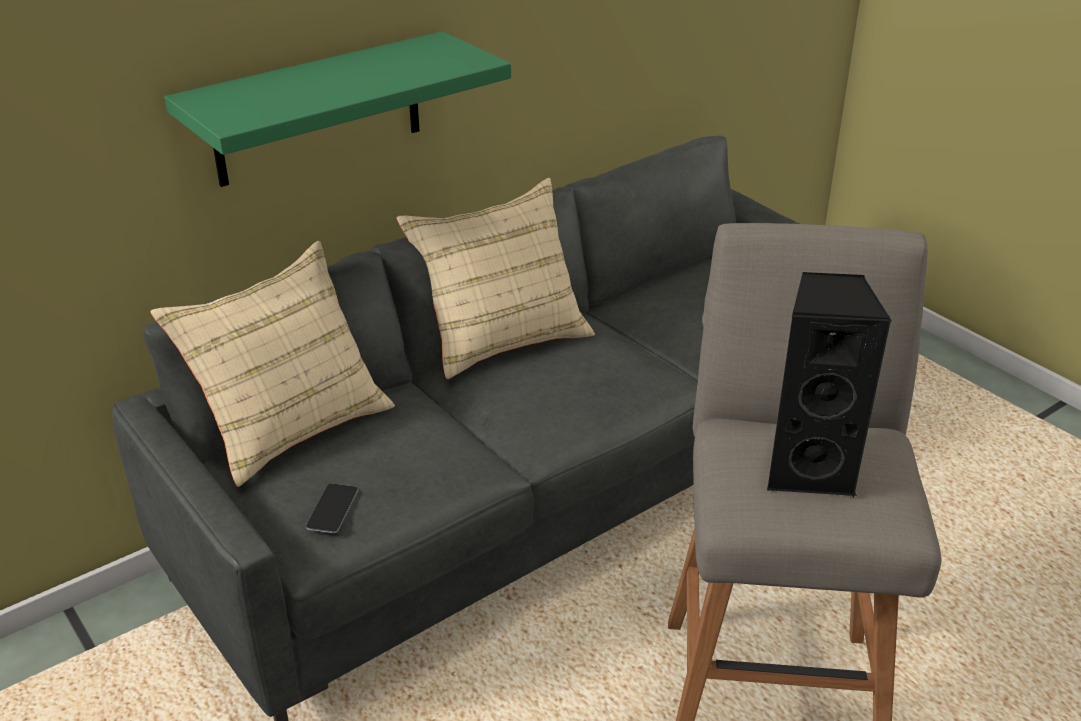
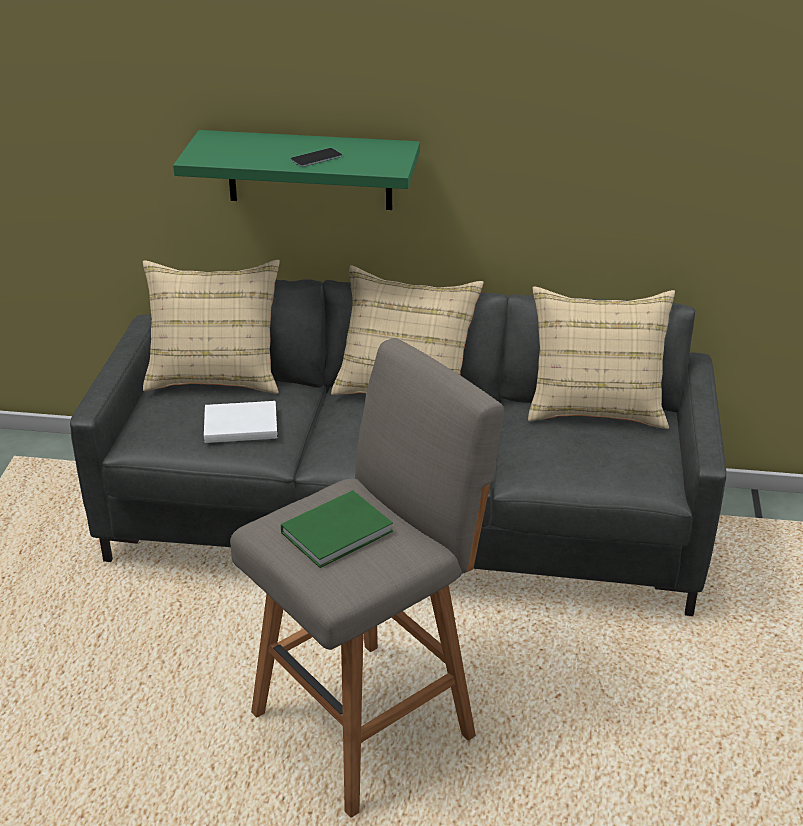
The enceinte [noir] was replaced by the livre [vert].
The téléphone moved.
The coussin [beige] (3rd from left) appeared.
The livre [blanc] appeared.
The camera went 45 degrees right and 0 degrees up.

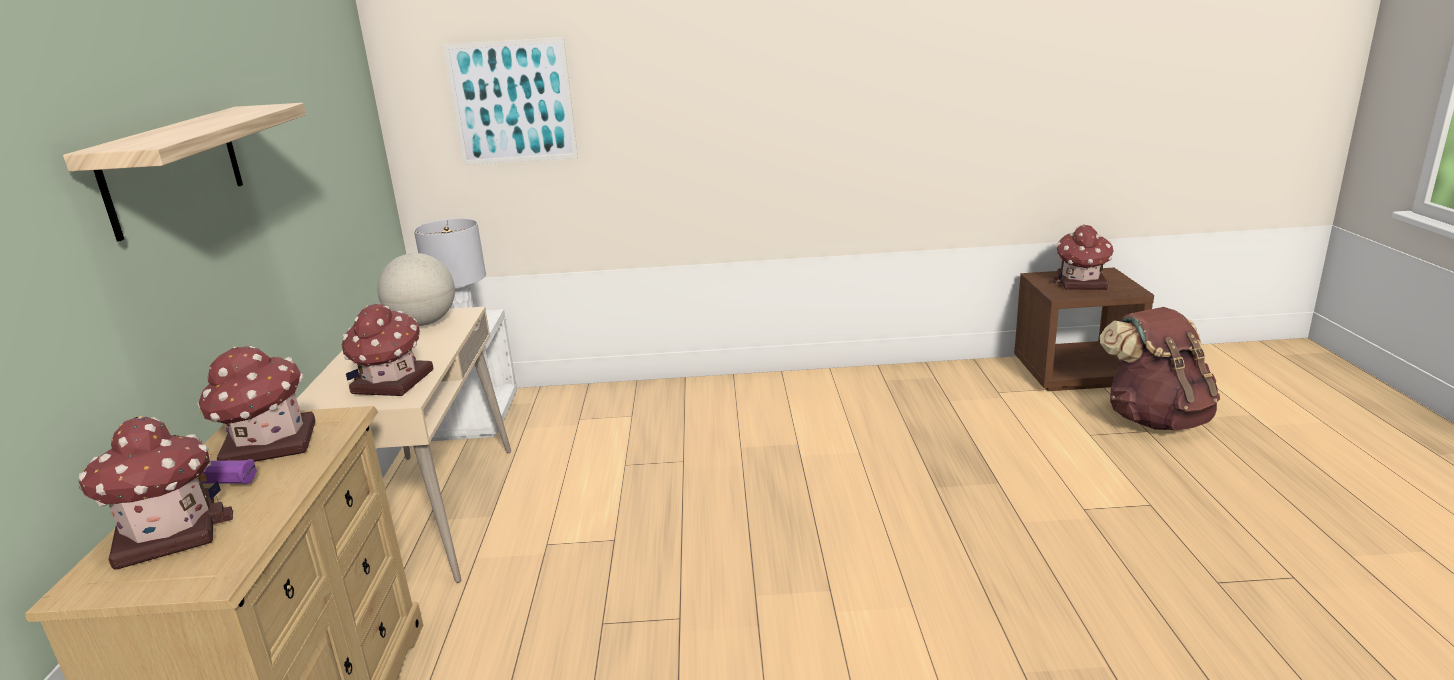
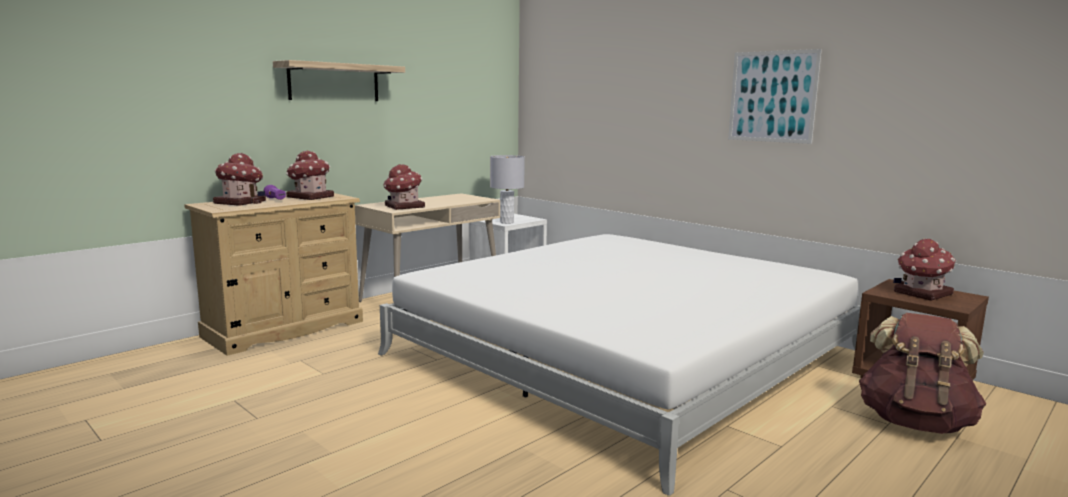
The tableau moved.
The globe disappeared.
The lit [blanc] appeared.
The camera went 45 degrees right and 10 degrees down.

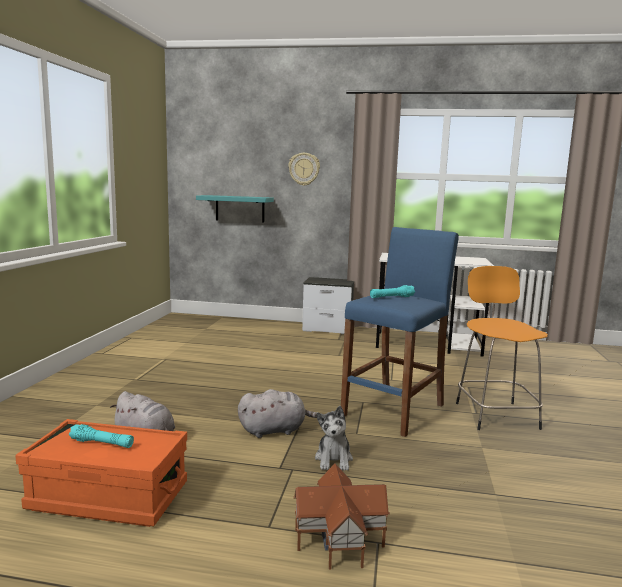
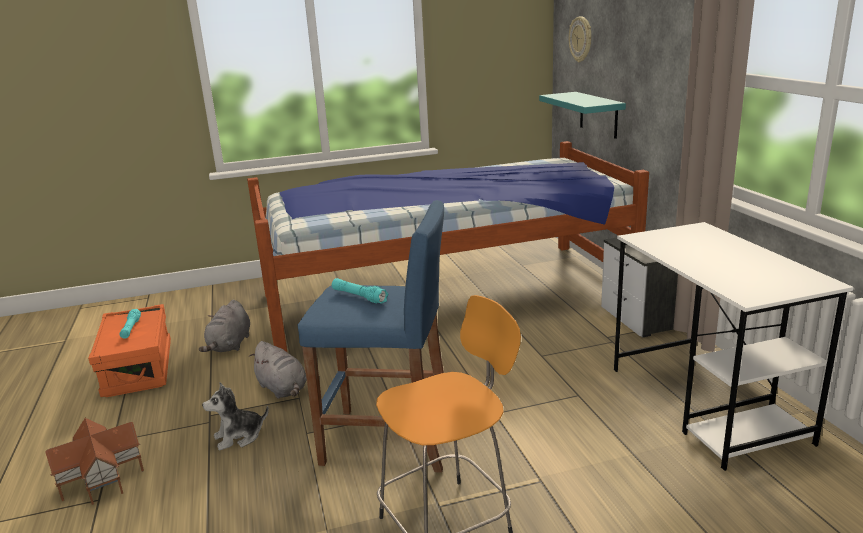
The horloge murale moved.
The lit appeared.
The camera went 65 degrees right and 10 degrees up.

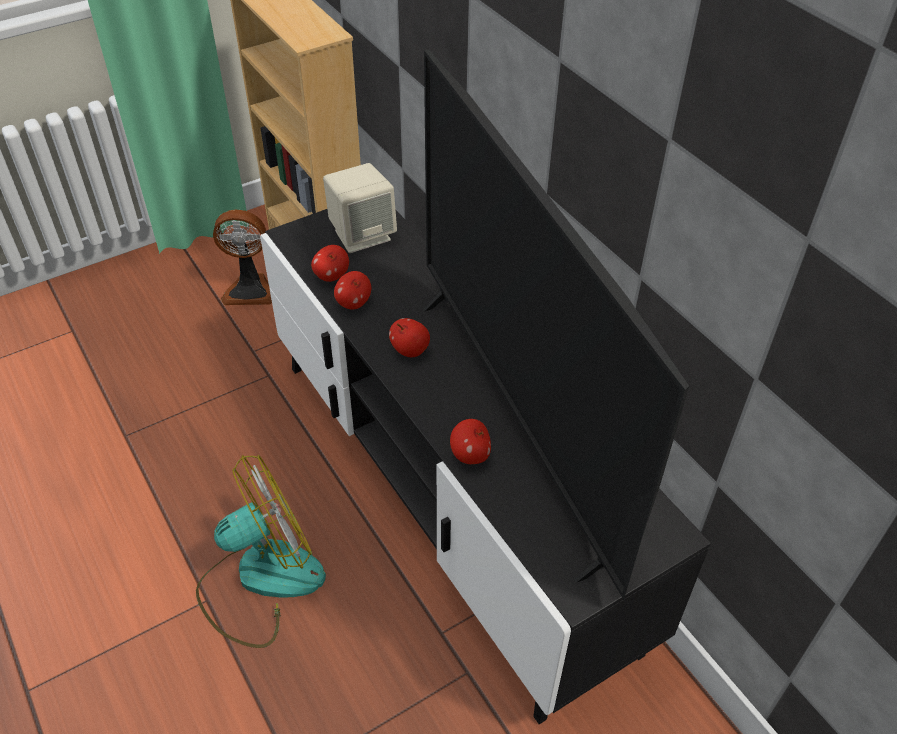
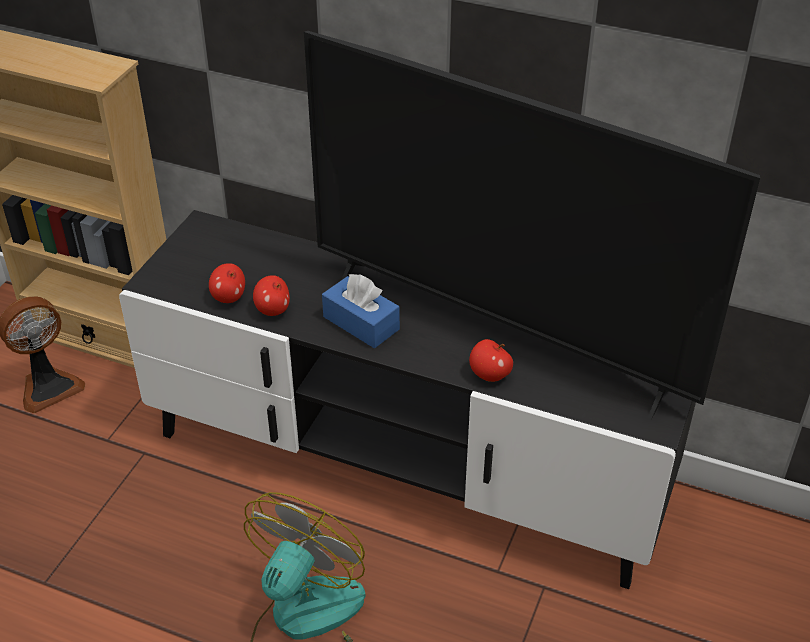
The enceinte [beige] disappeared.
The pomme (3rd from left) was replaced by the boîte à mouchoirs [bleu].
The camera went 35 degrees left and 5 degrees down.

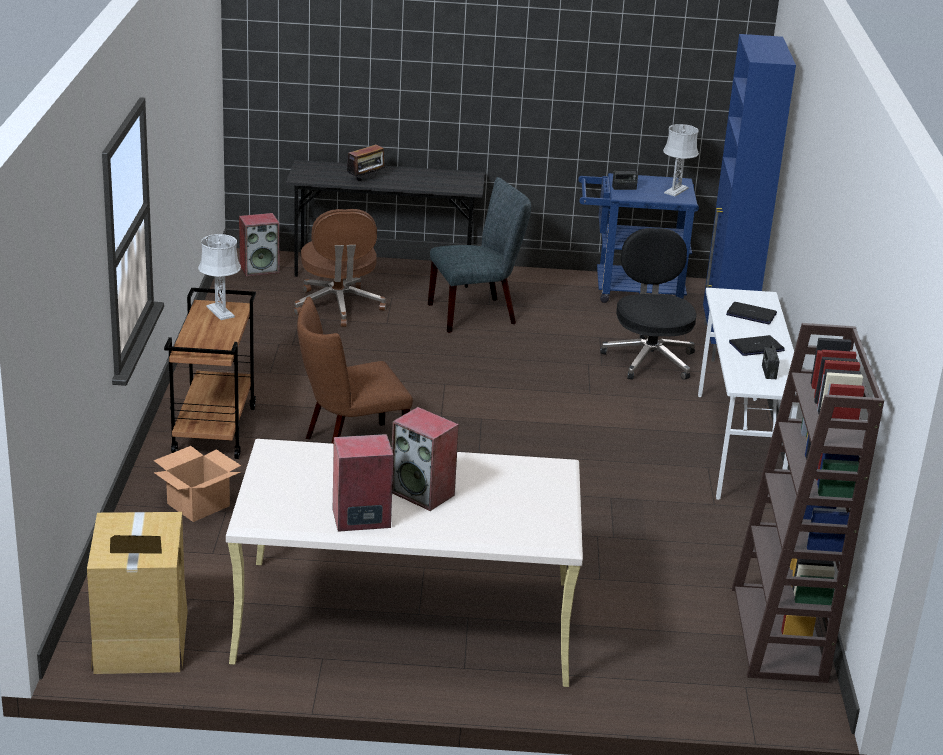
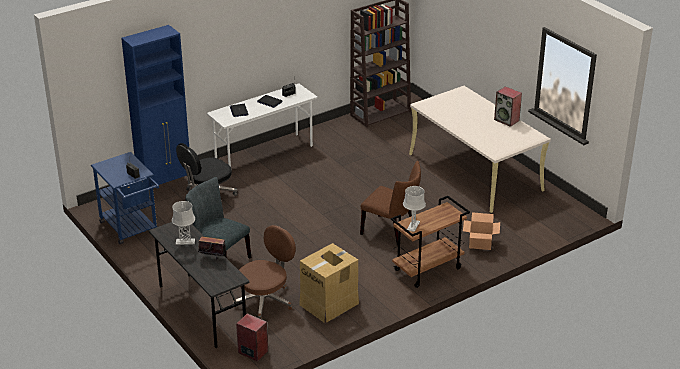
The lampe de table [gris] (2nd from left in the first image) moved.
The enceinte (3rd from left) disappeared.
The carton (1st from left) moved.
The camera went 125 degrees left and 5 degrees up.

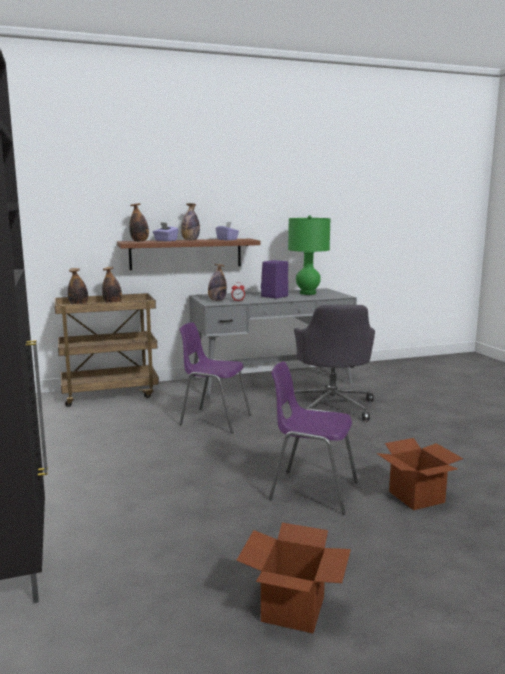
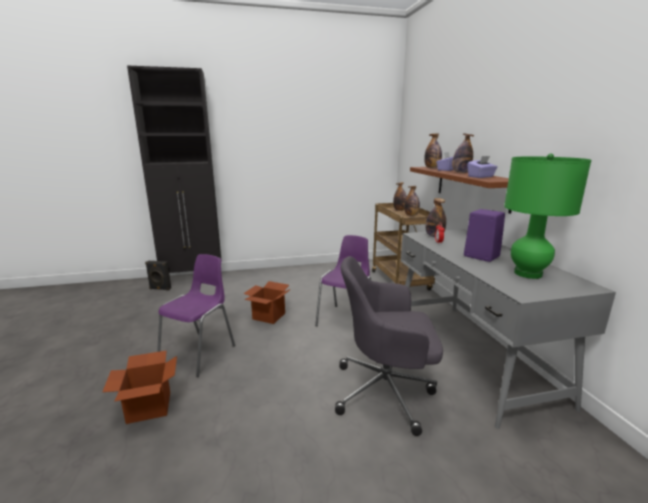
The carton (1st from left in the first image) moved.
The enceinte [noir] appeared.
The camera went 95 degrees right and 5 degrees up.

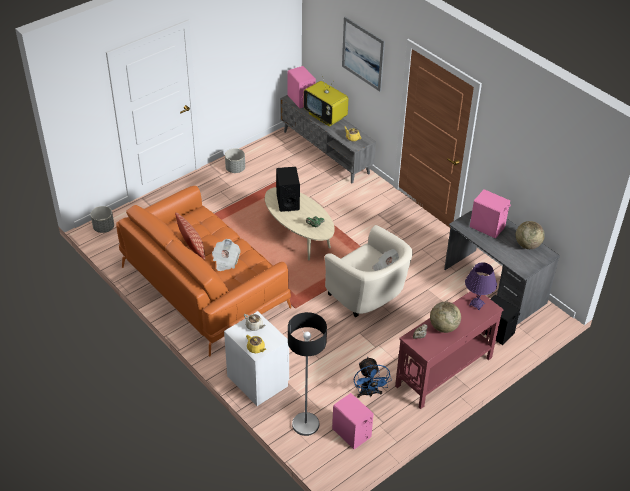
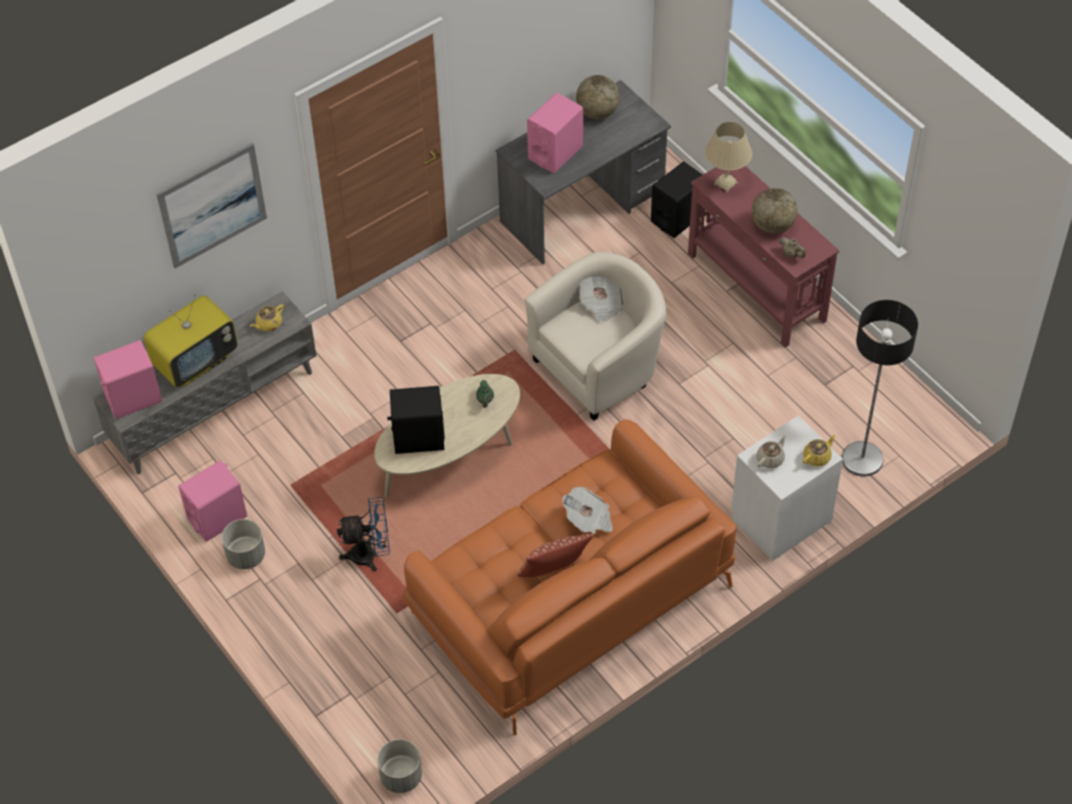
The lampe de table [violet] became the lampe de table [beige].
The ventilateur [bleu] moved.
The enceinte [rose] (2nd from left) moved.
The camera went 85 degrees left and 10 degrees up.

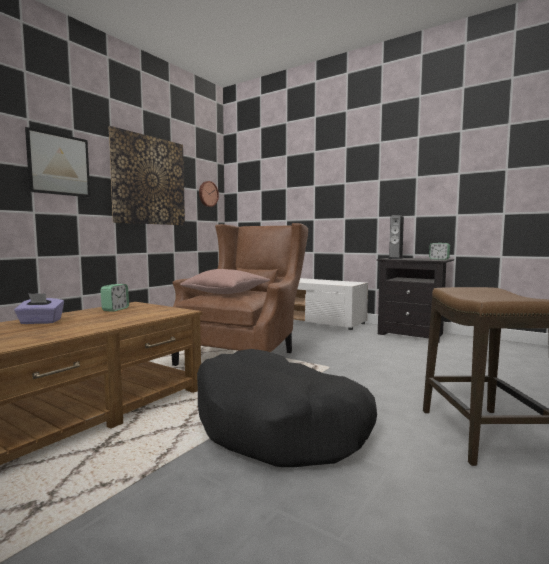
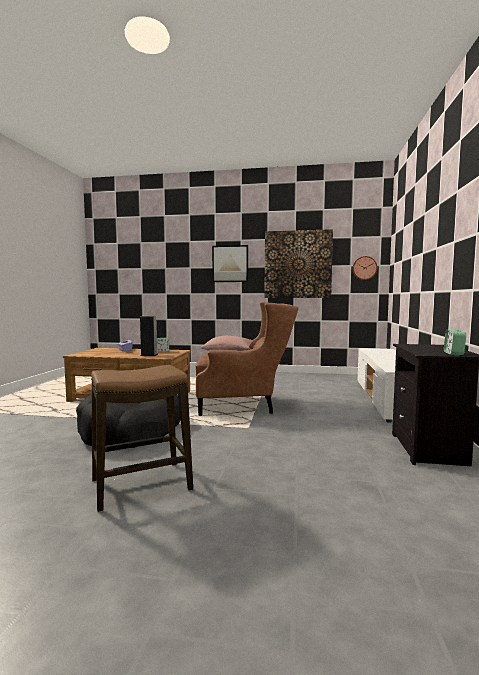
The enceinte moved.
The camera went 65 degrees right and 0 degrees up.

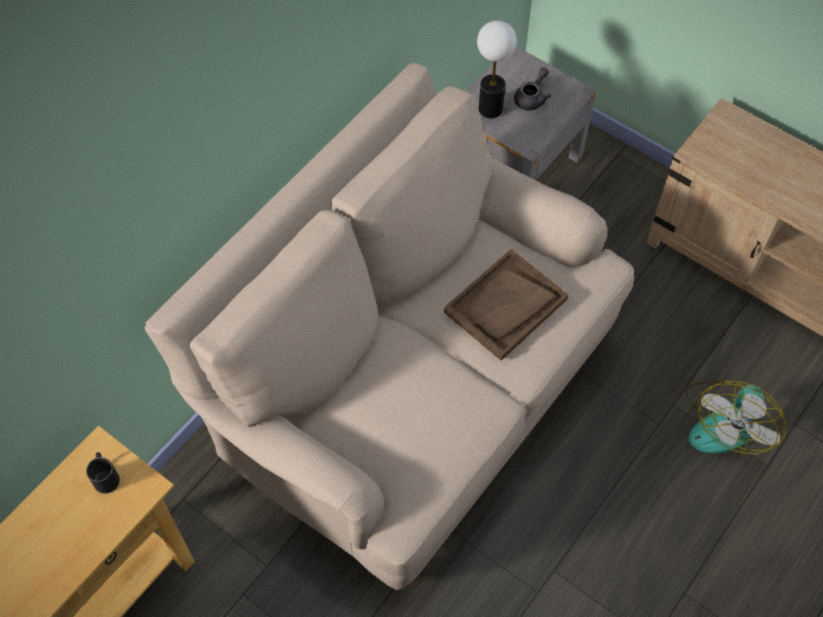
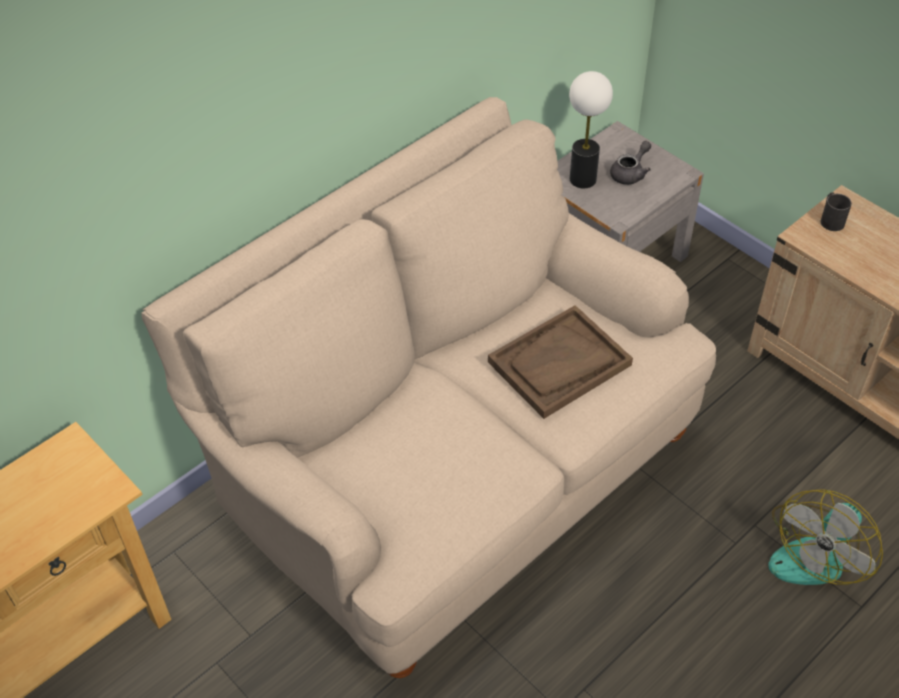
The mug [noir] moved.
The camera went 10 degrees right and 10 degrees down.

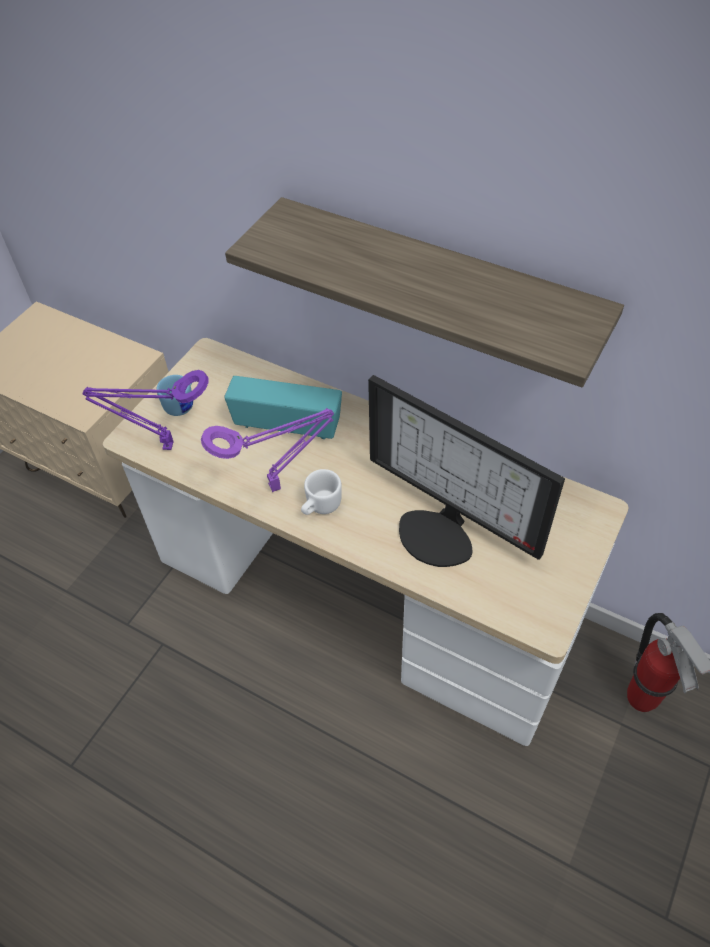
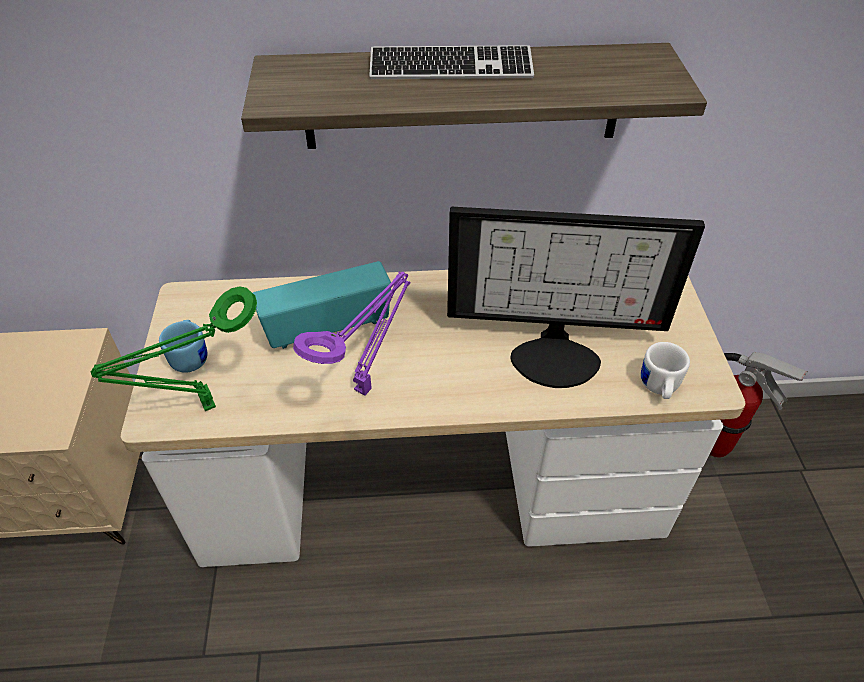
The lampe de table [violet] (1st from left) became the lampe de table [vert].
The mug [blanc] moved.
The clavier appeared.
The camera went 35 degrees left and 5 degrees down.

